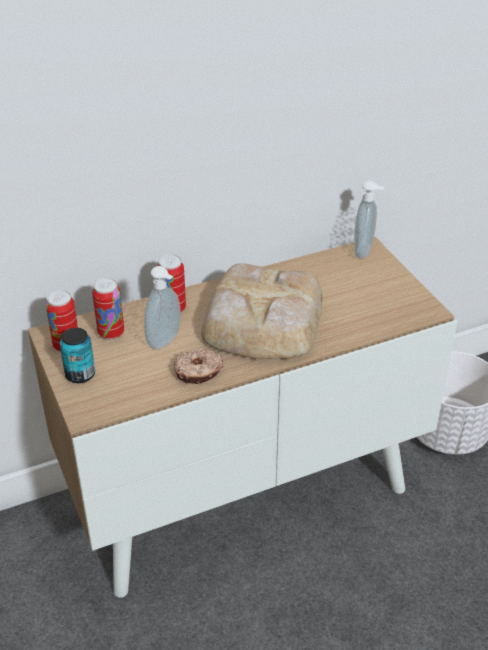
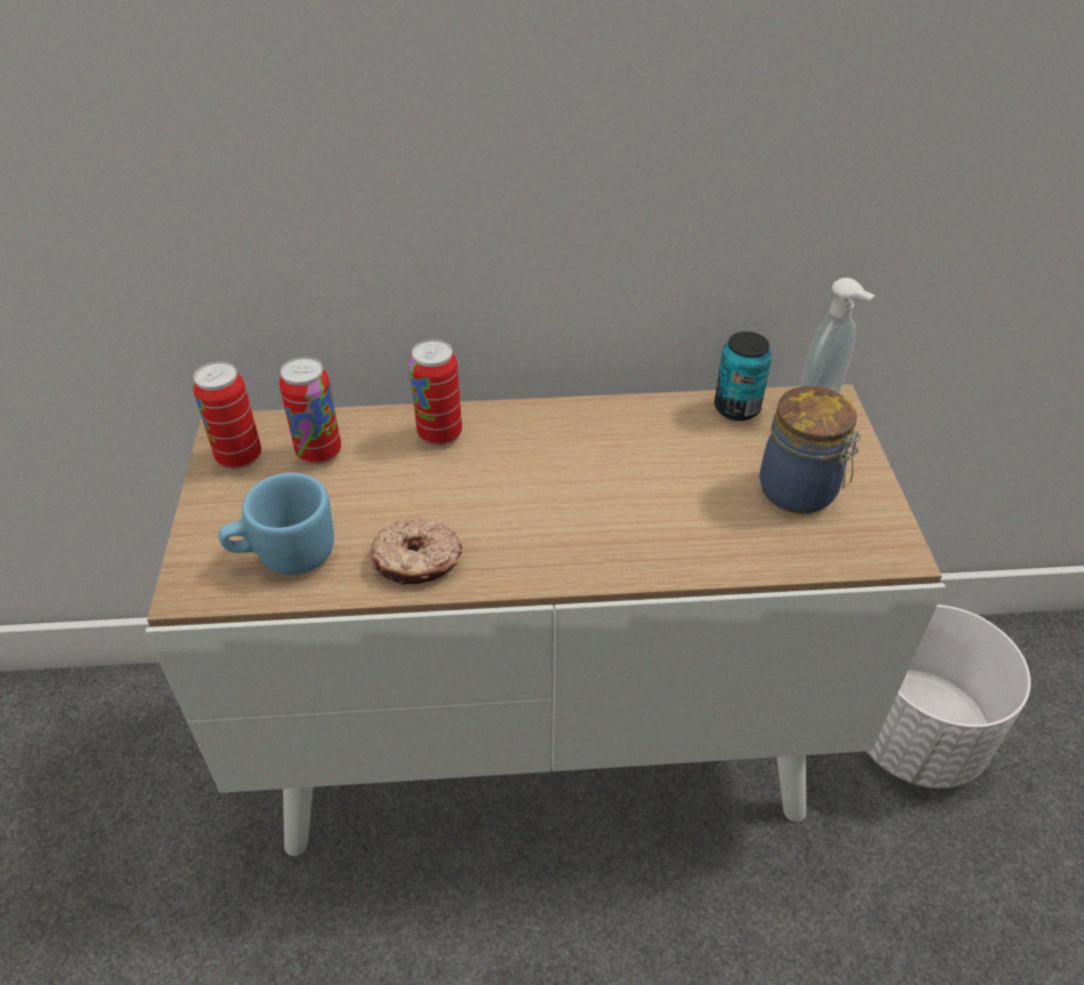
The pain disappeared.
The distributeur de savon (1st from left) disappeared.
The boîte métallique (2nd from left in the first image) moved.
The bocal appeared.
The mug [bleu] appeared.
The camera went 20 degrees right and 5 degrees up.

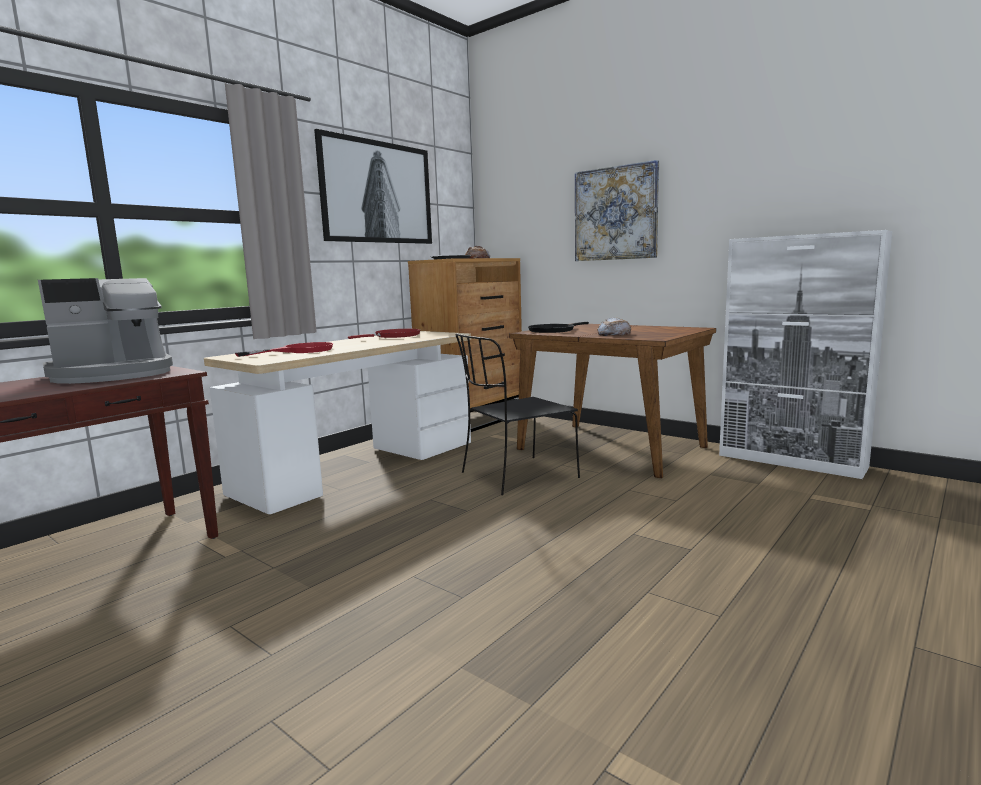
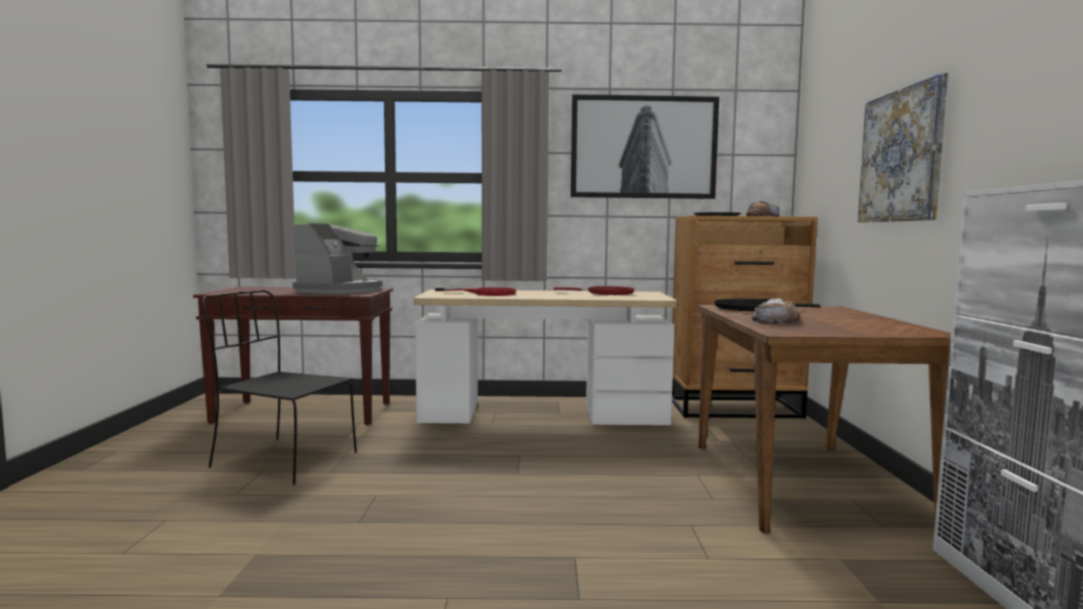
The machine à café turned 90 degrees counterclockwise.
The chaise [noir] moved.
The camera went 50 degrees right and 5 degrees down.

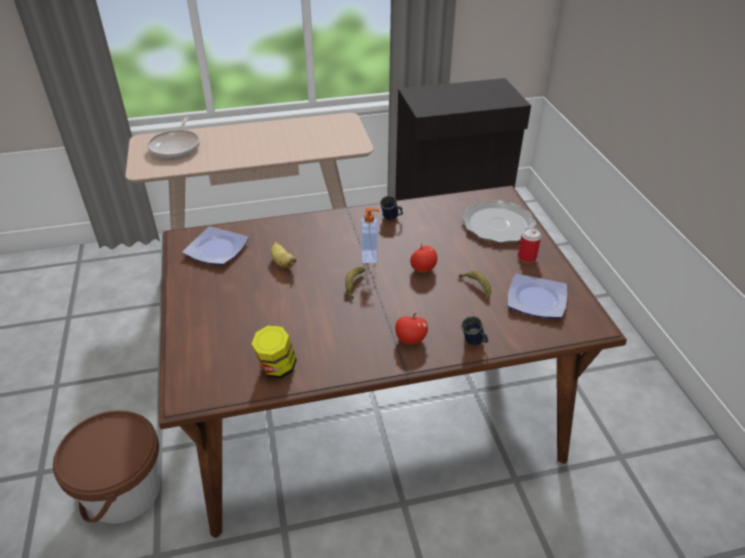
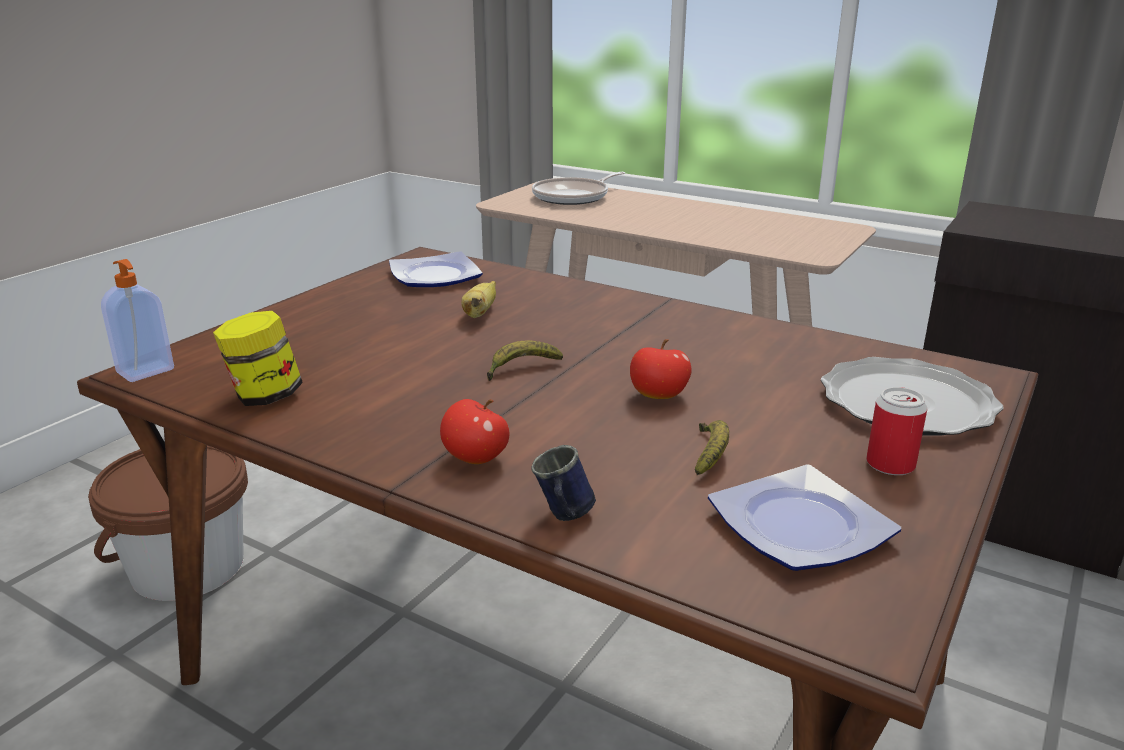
The mug [bleu] (1st from left) disappeared.
The distributeur de savon moved.
The camera went 45 degrees right and 15 degrees down.

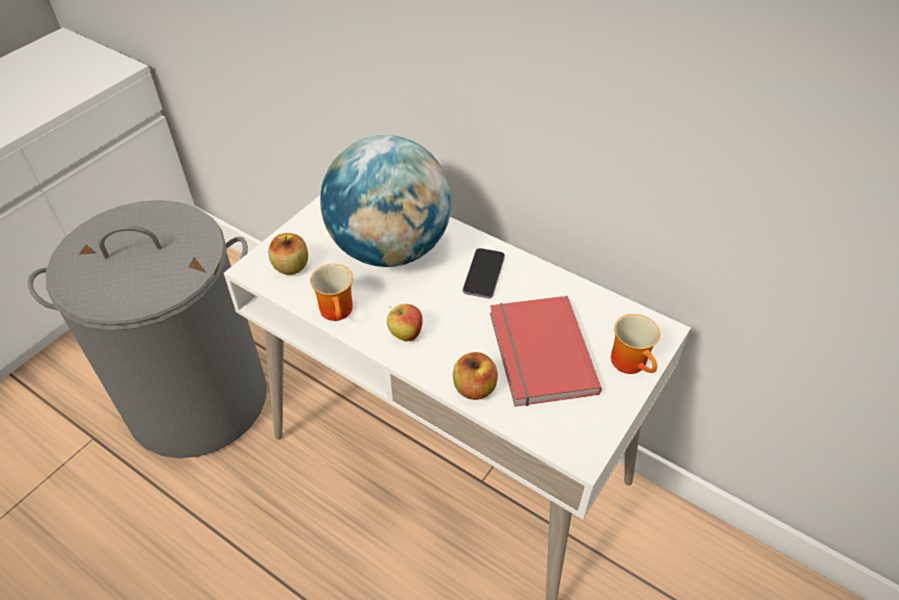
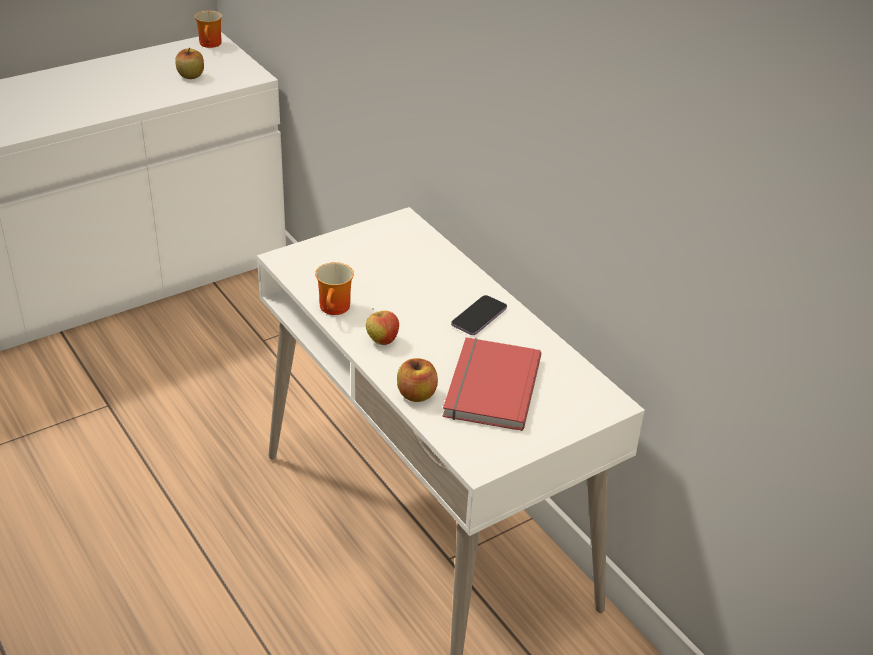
The globe disappeared.
The panier à linge [gris] disappeared.
The pomme (1st from left) moved.
The mug (2nd from left in the first image) moved.
The camera went 20 degrees right and 10 degrees down.

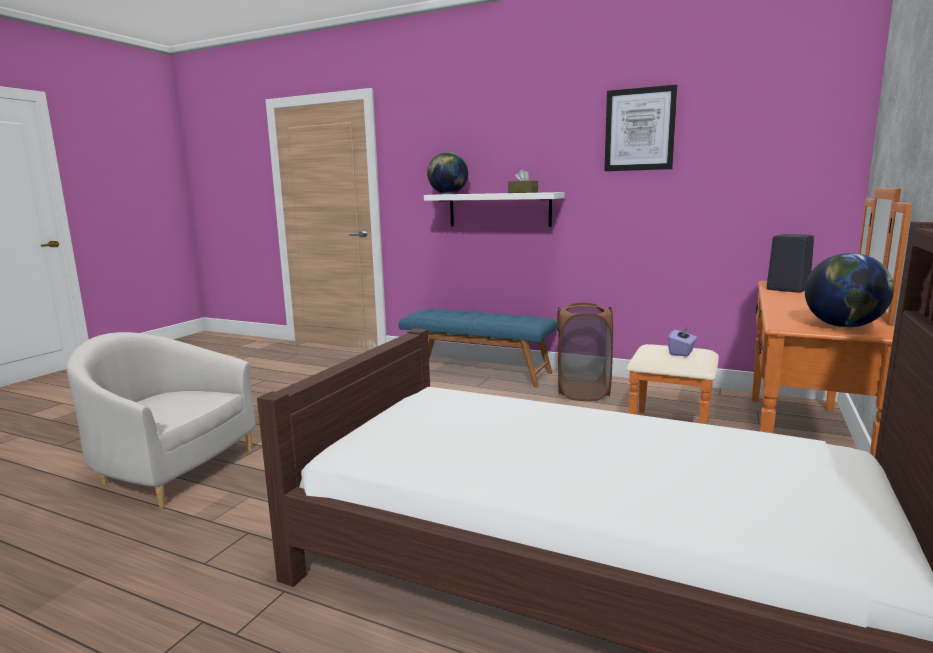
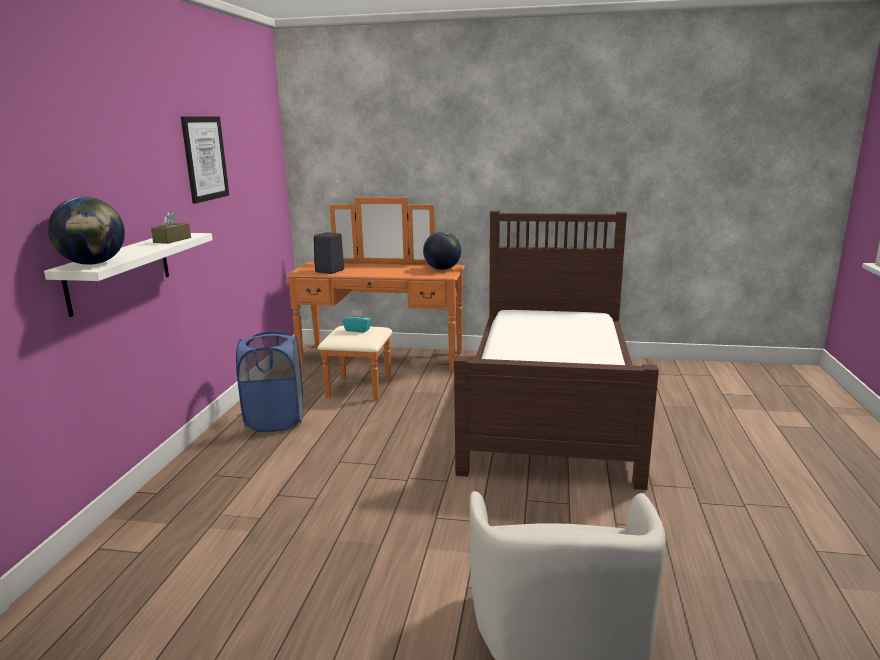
The panier à linge [marron] became the panier à linge [bleu].
The banc [bleu] disappeared.
The boîte à mouchoirs [violet] became the boîte à mouchoirs [turquoise].
The camera went 105 degrees left and 5 degrees up.

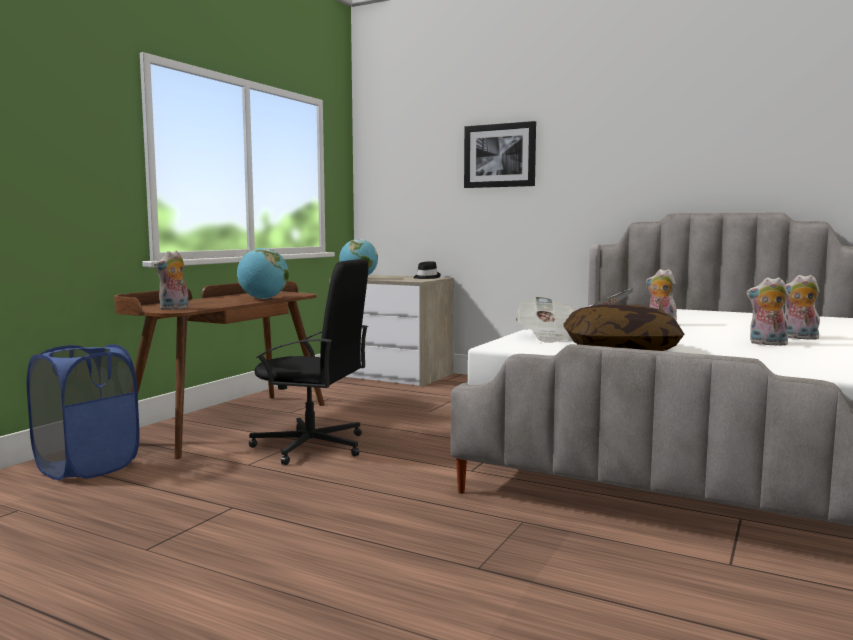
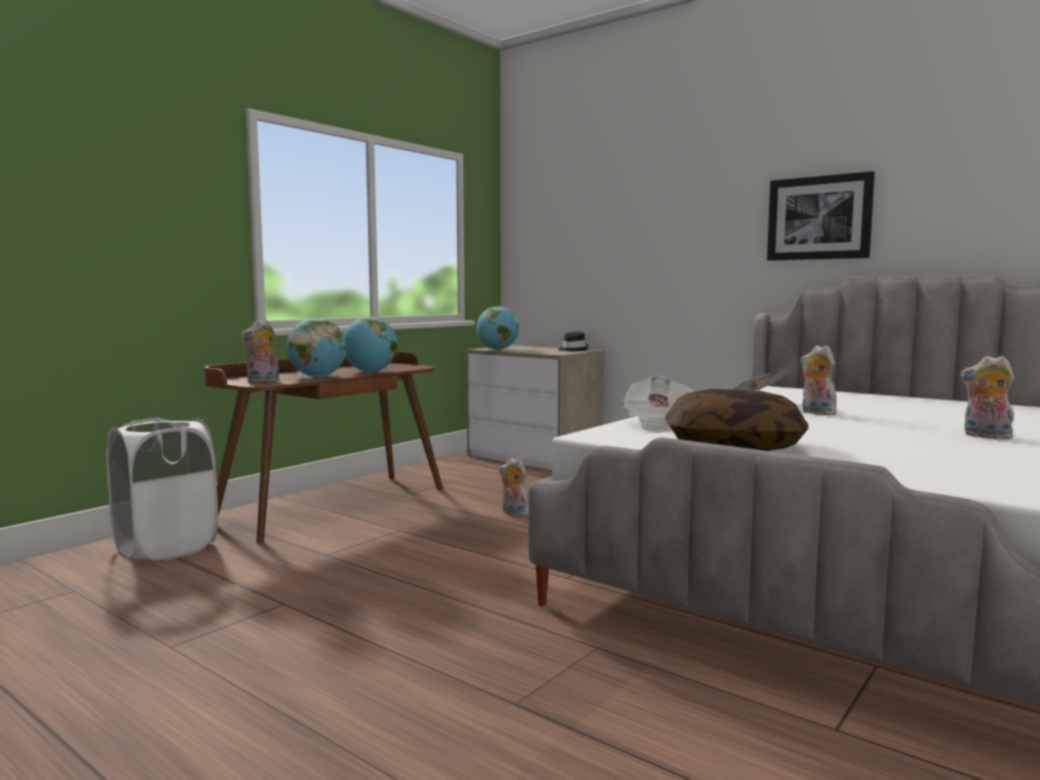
The tableau moved.
The chaise de bureau [noir] disappeared.
The peluche (3rd from left in the first image) moved.
The panier à linge [bleu] became the panier à linge [blanc].
The globe (1st from left) appeared.
The camera went 10 degrees right and 0 degrees up.

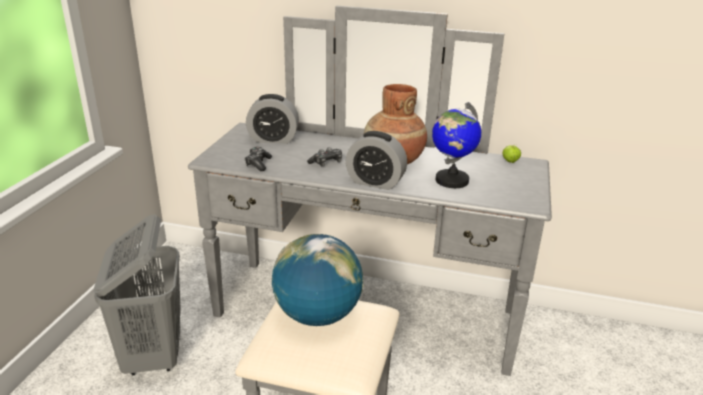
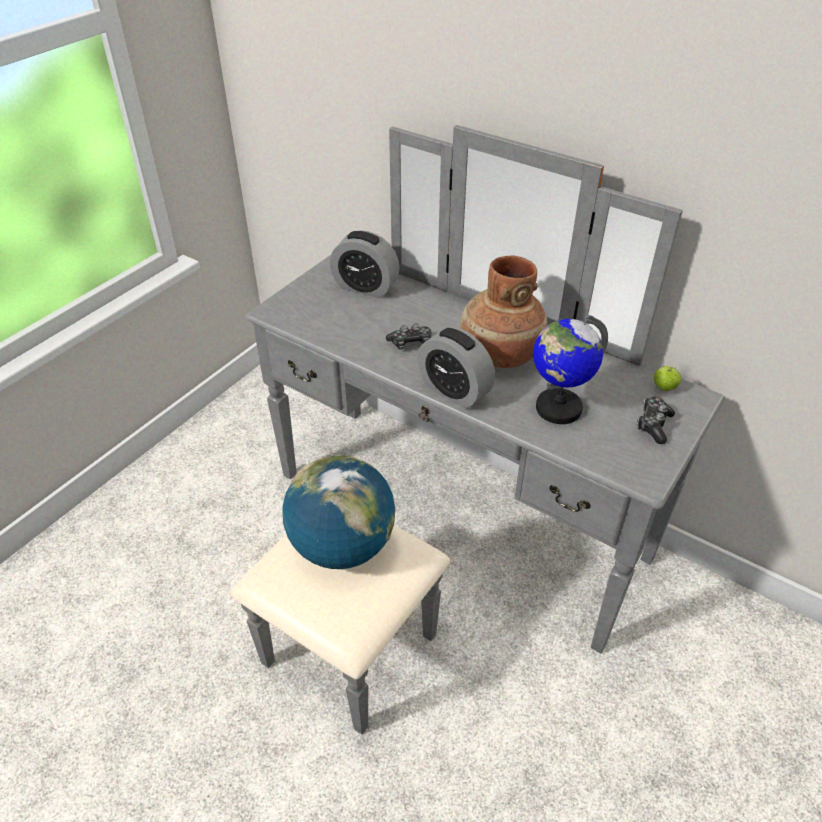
The manette (1st from left in the first image) moved.
The panier à linge [gris] disappeared.
The camera went 20 degrees right and 15 degrees up.

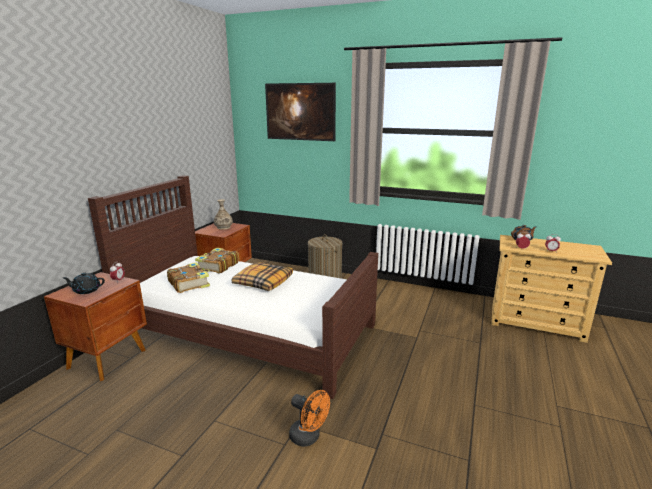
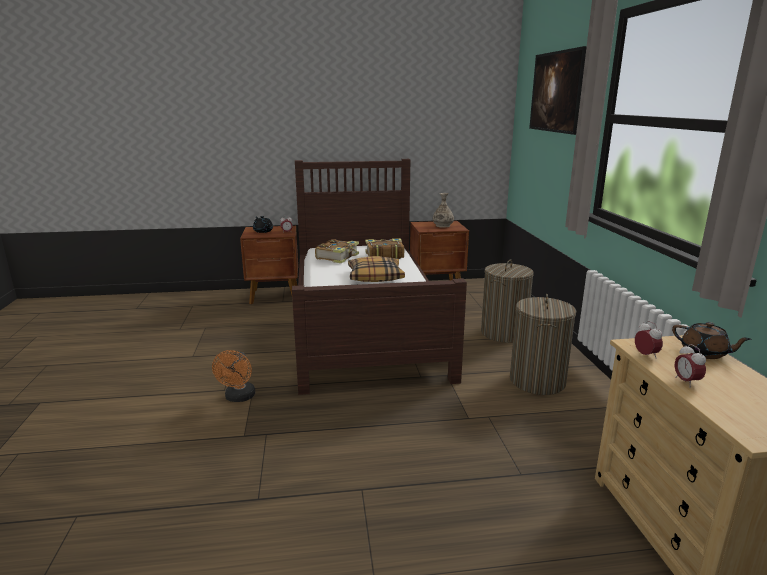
The panier à linge (2nd from left) appeared.
The camera went 60 degrees right and 0 degrees up.

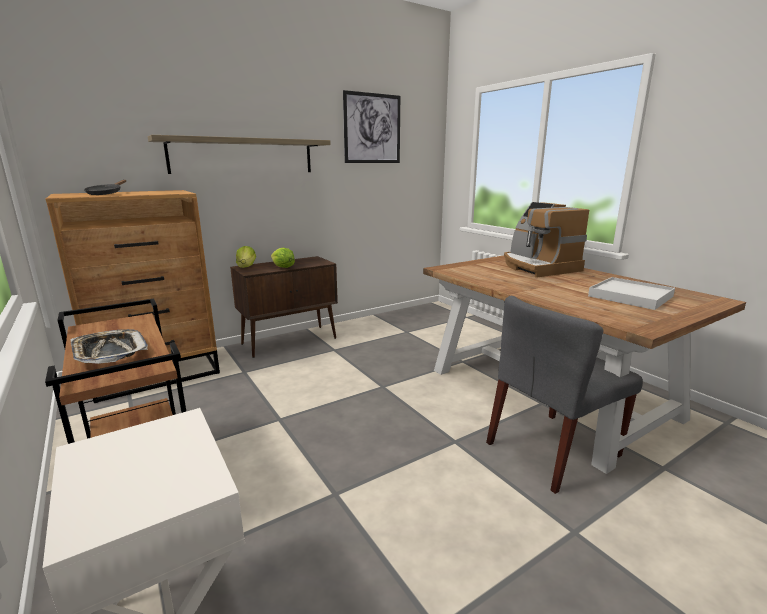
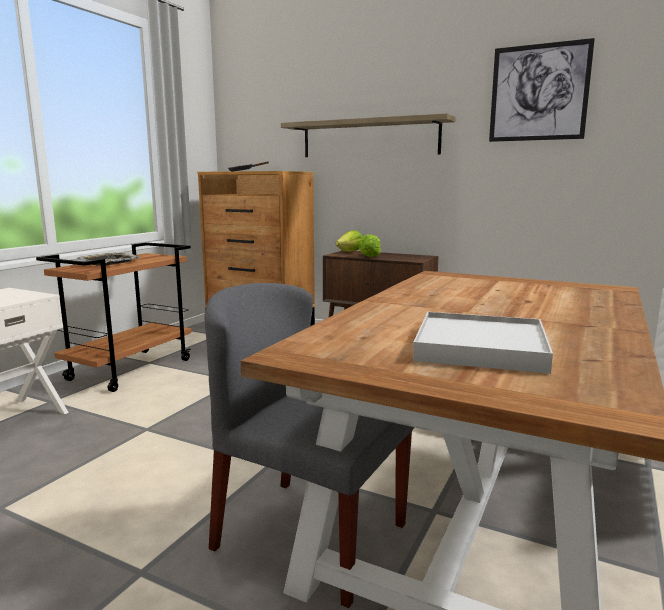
The machine à café disappeared.
The camera went 60 degrees right and 5 degrees down.

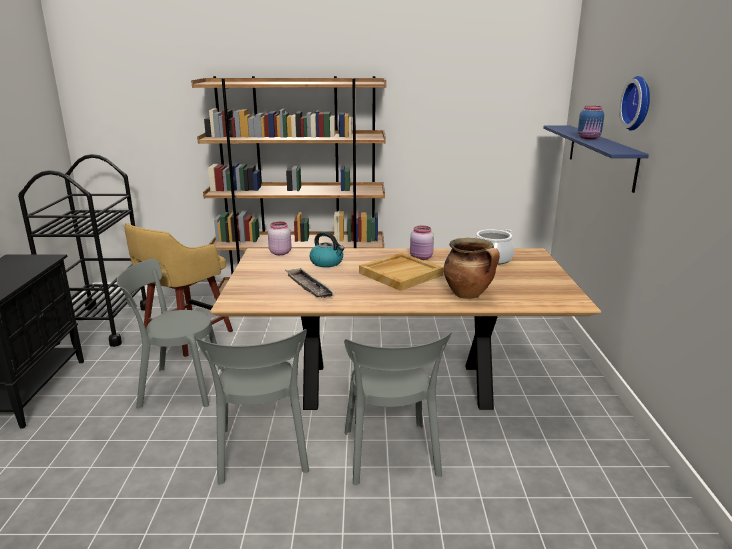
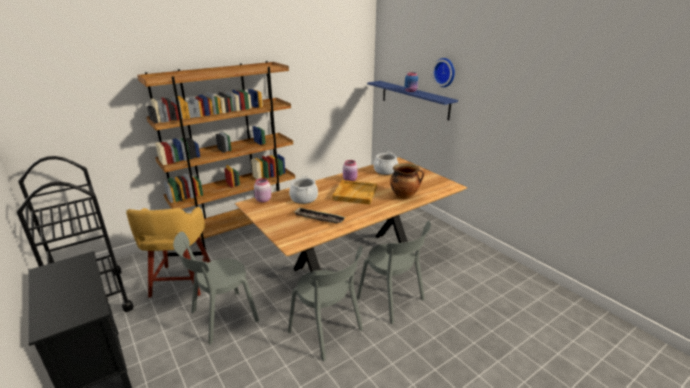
The bouilloire was replaced by the marmite (1st from left).
The camera went 35 degrees left and 5 degrees up.

